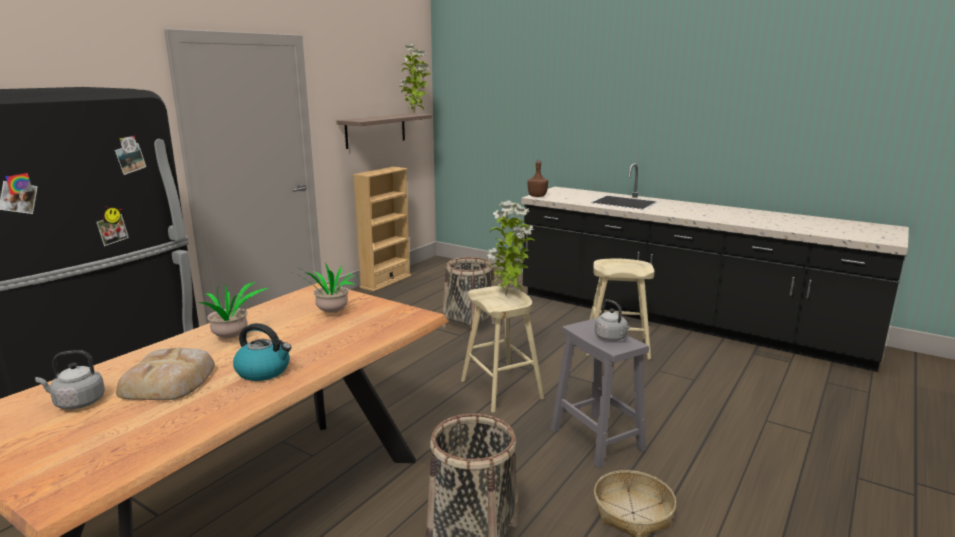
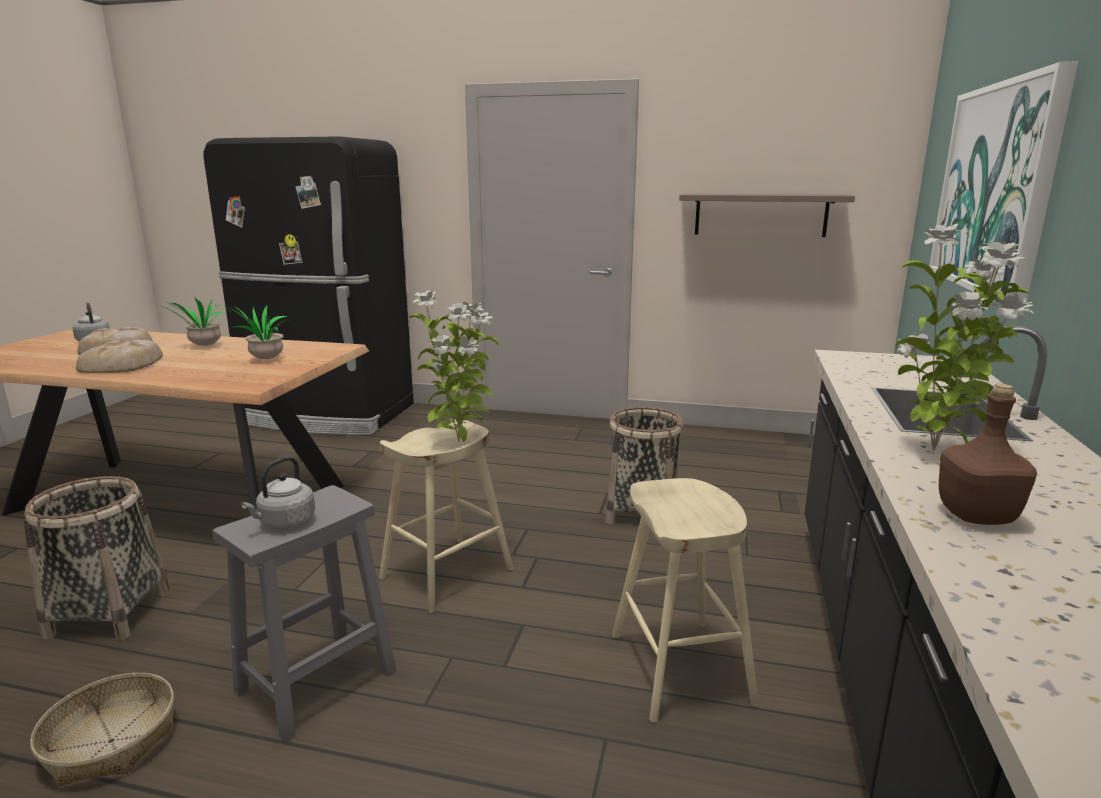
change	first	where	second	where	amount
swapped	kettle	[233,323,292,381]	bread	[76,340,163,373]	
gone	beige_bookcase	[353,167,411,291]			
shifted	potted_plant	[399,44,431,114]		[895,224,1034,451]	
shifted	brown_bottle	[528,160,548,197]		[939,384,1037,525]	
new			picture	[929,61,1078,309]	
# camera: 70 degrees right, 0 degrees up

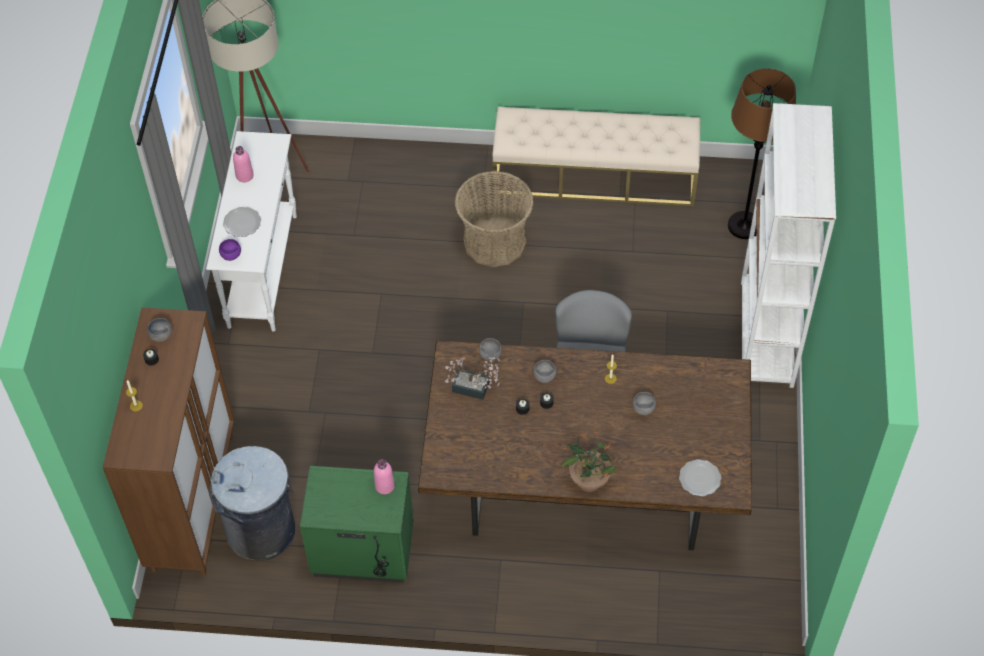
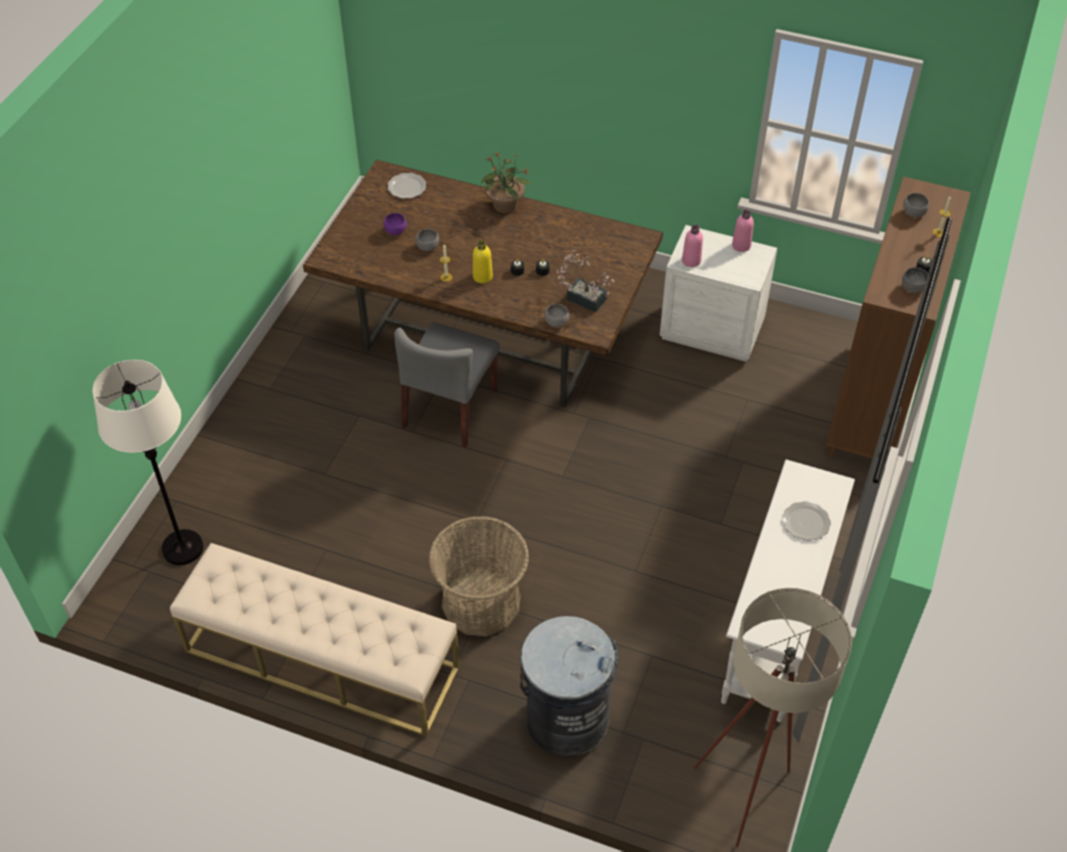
change	first	where	second	where	amount
shifted	grey_trash_can	[209,446,295,561]		[520,616,619,756]	
shifted	purple_bowl	[219,239,241,261]		[384,213,406,235]	
shifted	pink_bottle	[233,146,254,182]		[732,210,754,252]	
repainted	green_nightstand	[300,466,414,583]	white_nightstand	[659,225,777,362]	
shifted	grey_bowl	[533,360,556,383]		[903,193,929,217]	
repainted	brown_floor_lamp	[728,68,796,239]	white_floor_lamp	[92,360,203,565]	
gone	white_bookcase	[741,103,836,388]			
new			yellow_bottle	[473,240,493,283]	
# camera: 165 degrees left, 5 degrees down

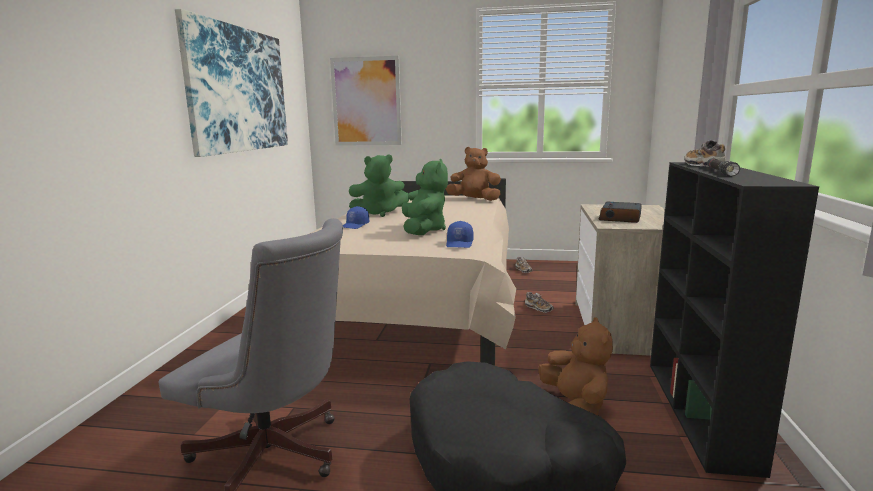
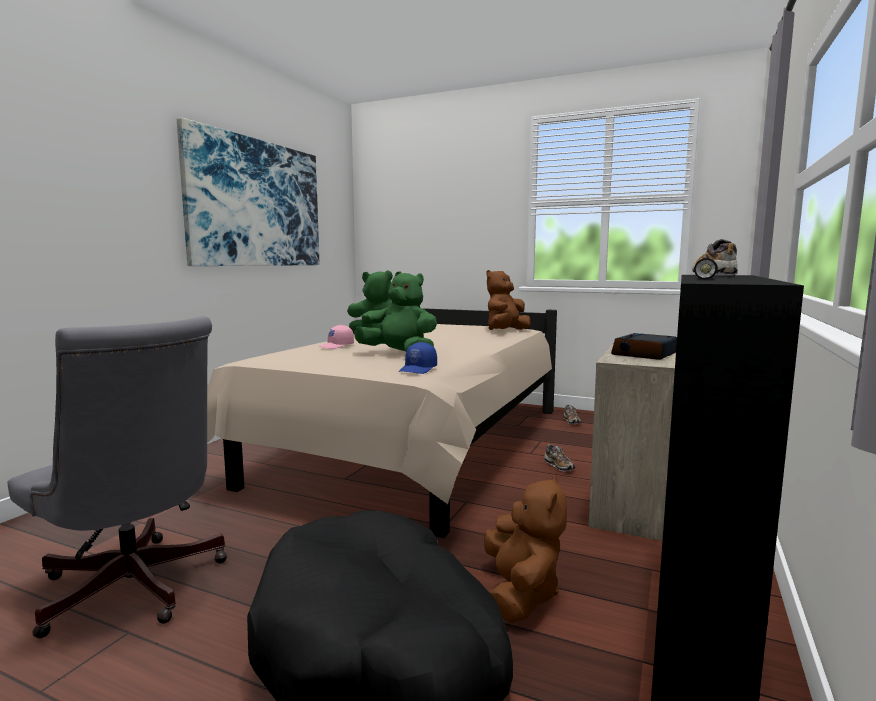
change	first	where	second	where	amount
gone	picture	[330,56,402,146]			
repainted	blue_cap	[343,206,369,229]	pink_cap	[318,325,354,349]	
rotated	green_plush_toy	[402,159,448,235]		[354,271,437,351]	75 degrees counterclockwise
rotated	brown_plush_toy	[446,147,501,201]		[486,270,531,330]	75 degrees counterclockwise
# camera: 15 degrees right, 5 degrees down

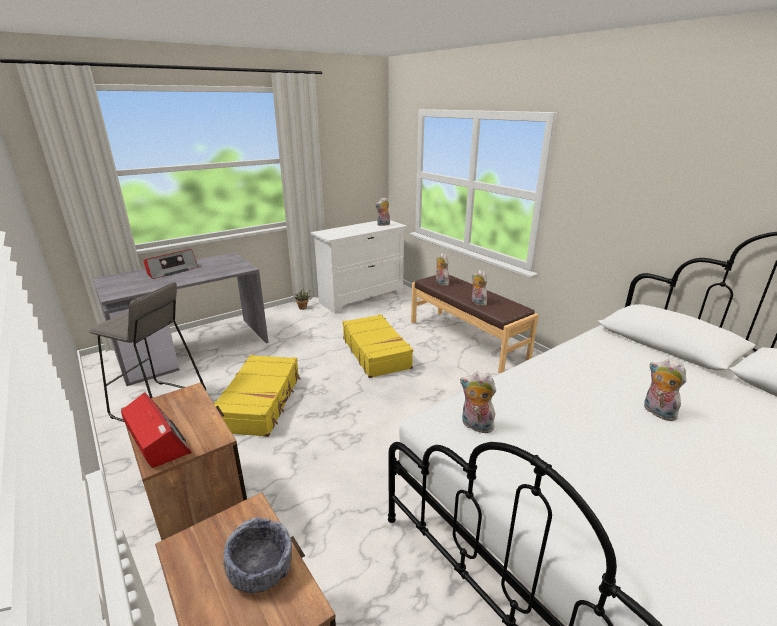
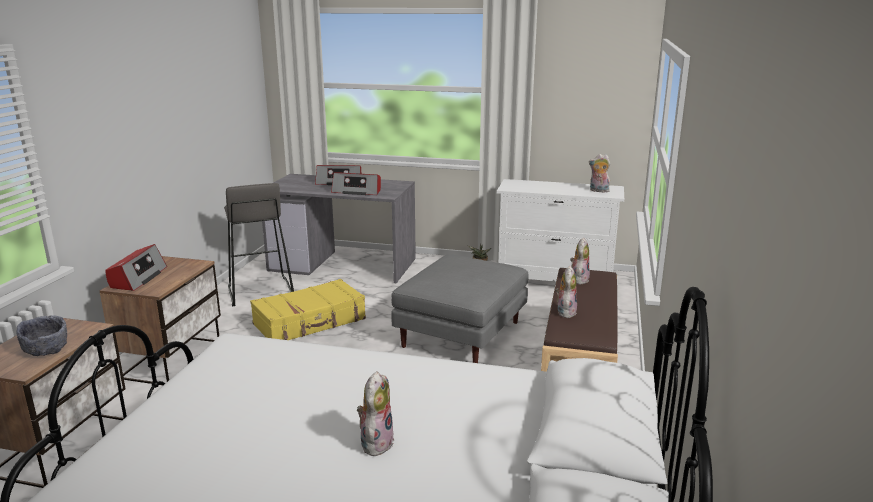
change	first	where	second	where	amount
swapped	yellow_suitcase	[342,314,413,378]	grey_ottoman	[391,254,528,363]	
gone	plush_toy	[460,371,497,433]			
new			radio	[331,172,381,195]	
# camera: 50 degrees right, 5 degrees down

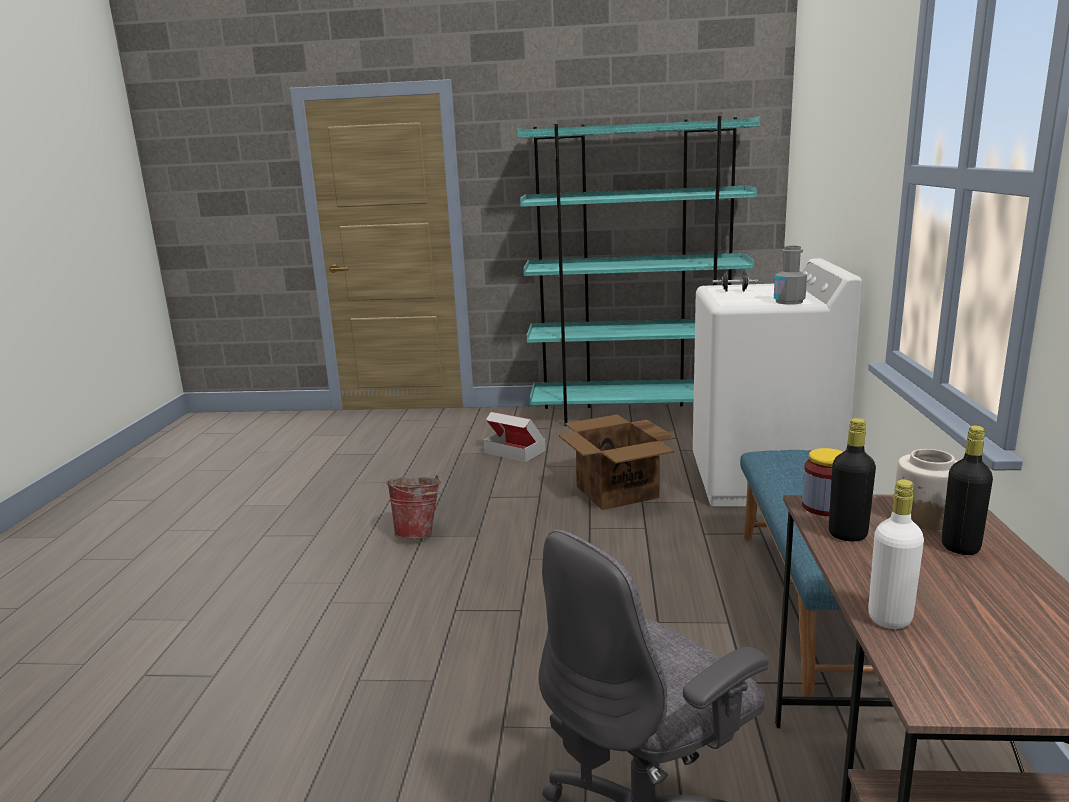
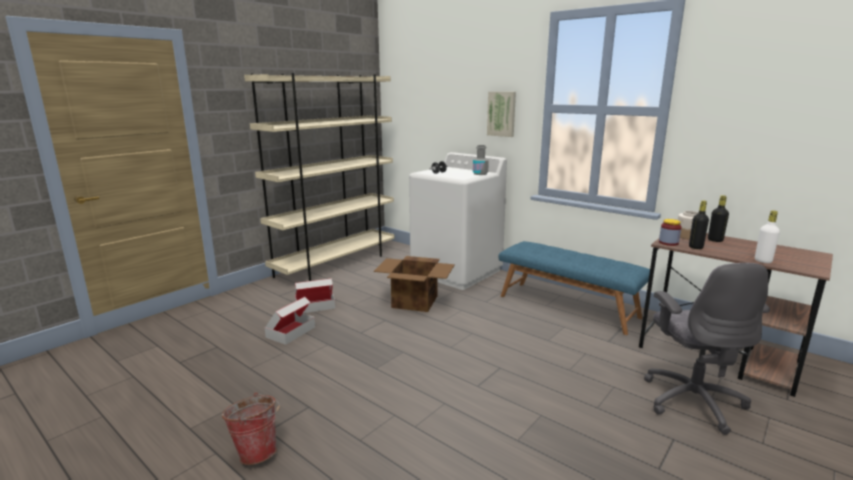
change	first	where	second	where	amount
shifted	bucket	[386,475,444,539]		[222,392,280,465]	
repainted	turquoise_bookcase	[517,116,760,426]	beige_bookcase	[244,73,395,281]	
new			cardboard_box	[265,297,315,345]	
new			picture	[487,92,516,137]	
# camera: 55 degrees left, 0 degrees up

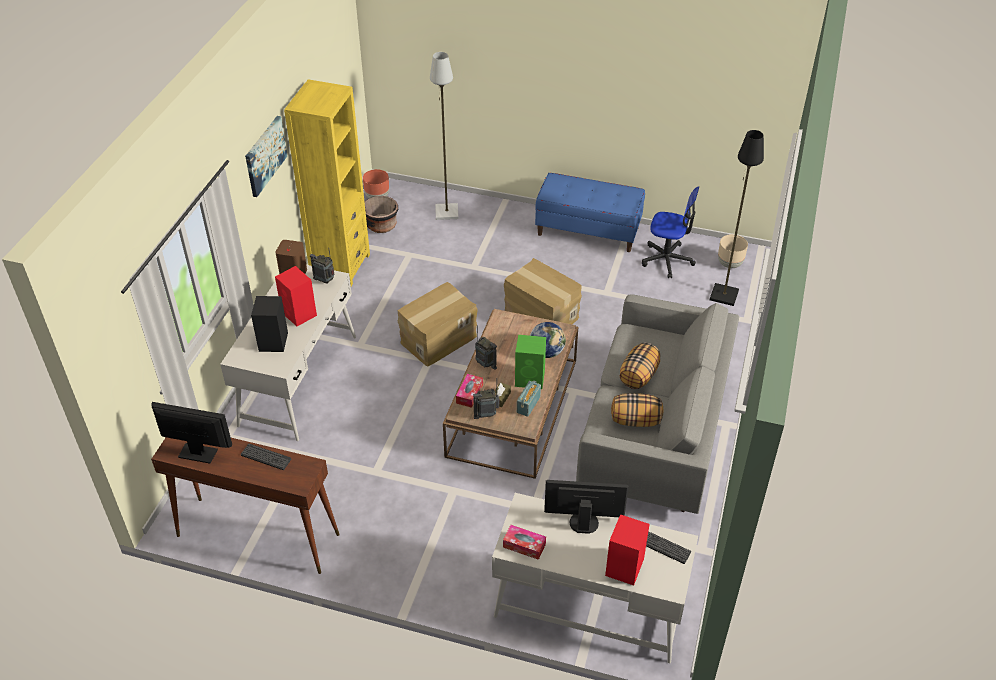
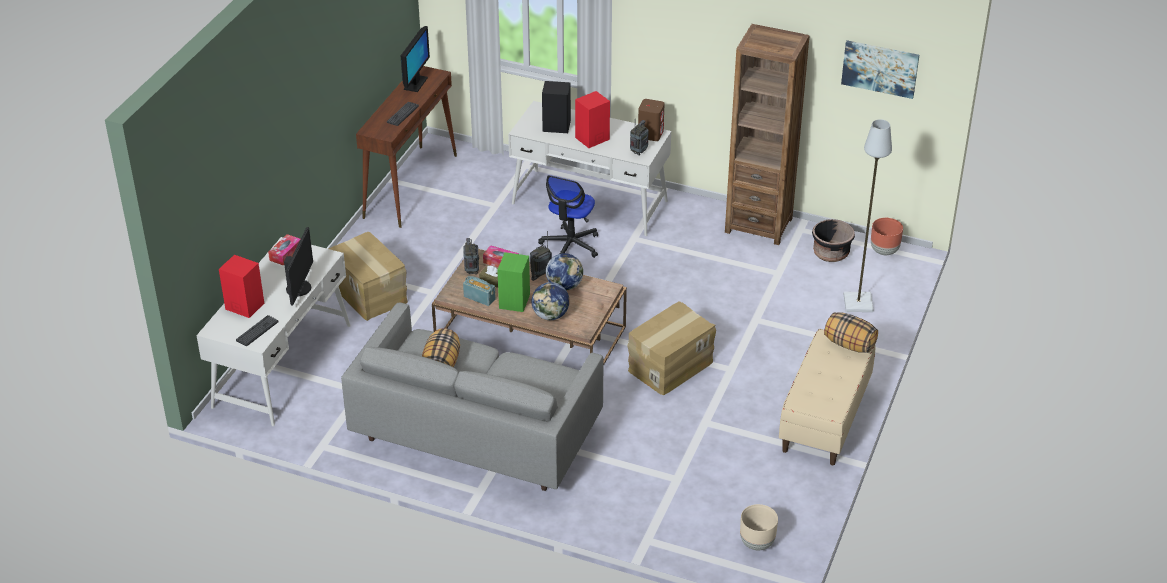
change	first	where	second	where	amount
shifted	picture	[245,116,287,197]		[841,40,919,99]	
repainted	yellow_bookcase	[284,79,370,286]	brown_bookcase	[725,24,810,245]	
shifted	cardboard_box	[397,282,478,366]		[329,232,408,321]	
repainted	blue_bench	[535,173,645,252]	beige_bench	[779,329,876,465]	
shifted	pillow	[620,343,660,389]		[824,312,878,353]	
shifted	office_chair	[642,186,699,278]		[538,175,598,258]	
gone	black_floor_lamp	[710,130,764,306]			
new			globe	[546,253,583,290]	
# camera: 95 degrees right, 5 degrees down

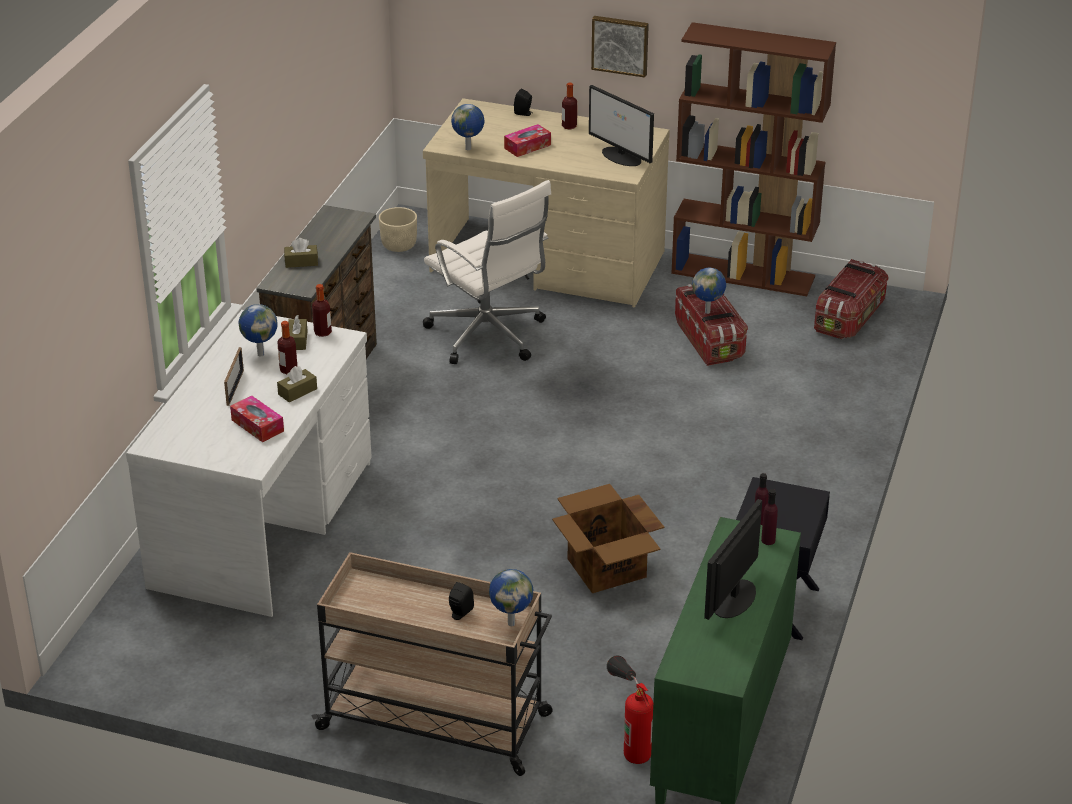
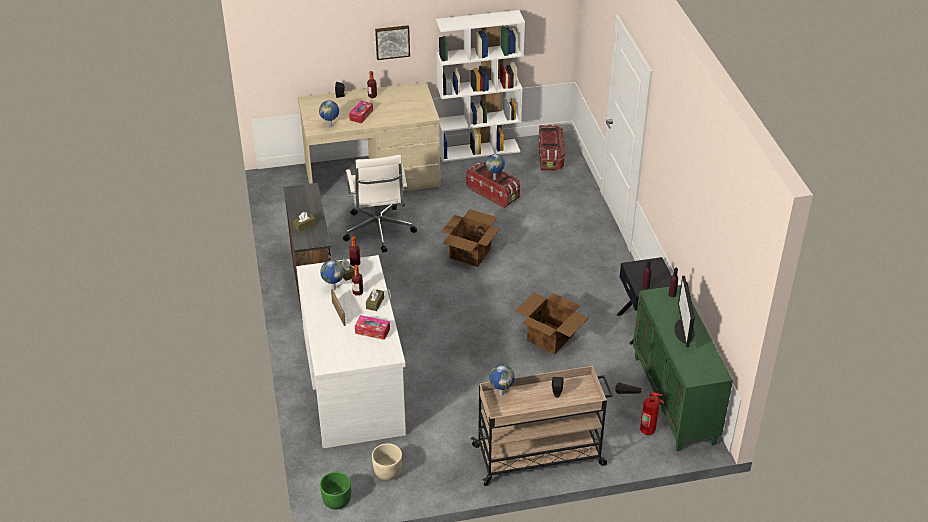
change	first	where	second	where	amount
shifted	beige_planter	[379,207,417,252]		[372,443,402,480]	
rotated	white_office_chair	[423,180,551,364]		[343,155,417,253]	60 degrees clockwise
shifted	globe	[489,569,533,626]		[489,364,515,396]	
gone	monitor	[589,85,654,166]			
repainted	brown_bookcase	[671,22,836,296]	white_bookcase	[436,10,525,162]	
new			green_planter	[320,472,351,510]	
new			cardboard_box	[441,209,500,267]	
# camera: 30 degrees left, 5 degrees up

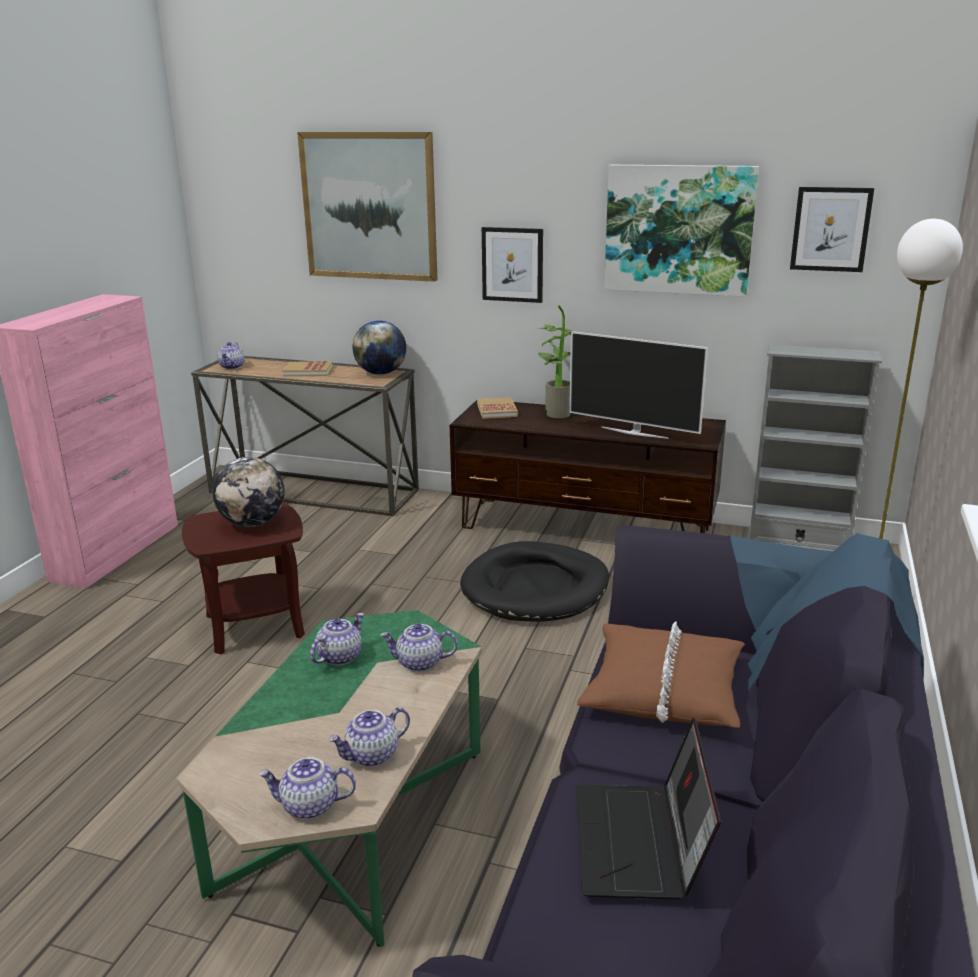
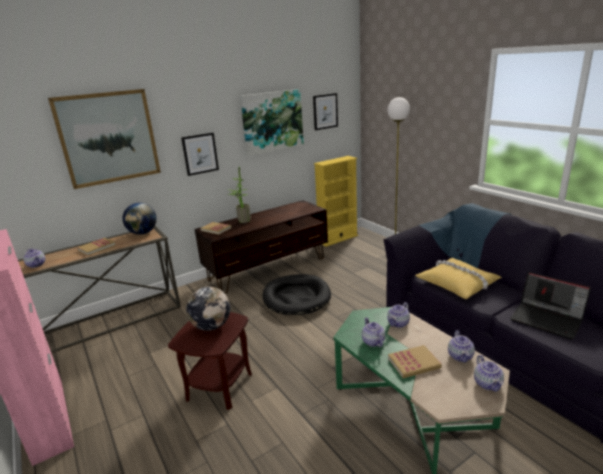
change	first	where	second	where	amount
rotated	teapot	[258,757,356,820]		[474,355,504,392]	45 degrees counterclockwise
gone	television	[569,331,708,439]			
repainted	brown_pillow	[577,622,745,728]	yellow_pillow	[415,258,502,299]	
repainted	grey_bookcase	[748,345,882,551]	yellow_bookcase	[314,156,358,247]	
new			book	[388,345,442,378]	
# camera: 50 degrees left, 0 degrees up

